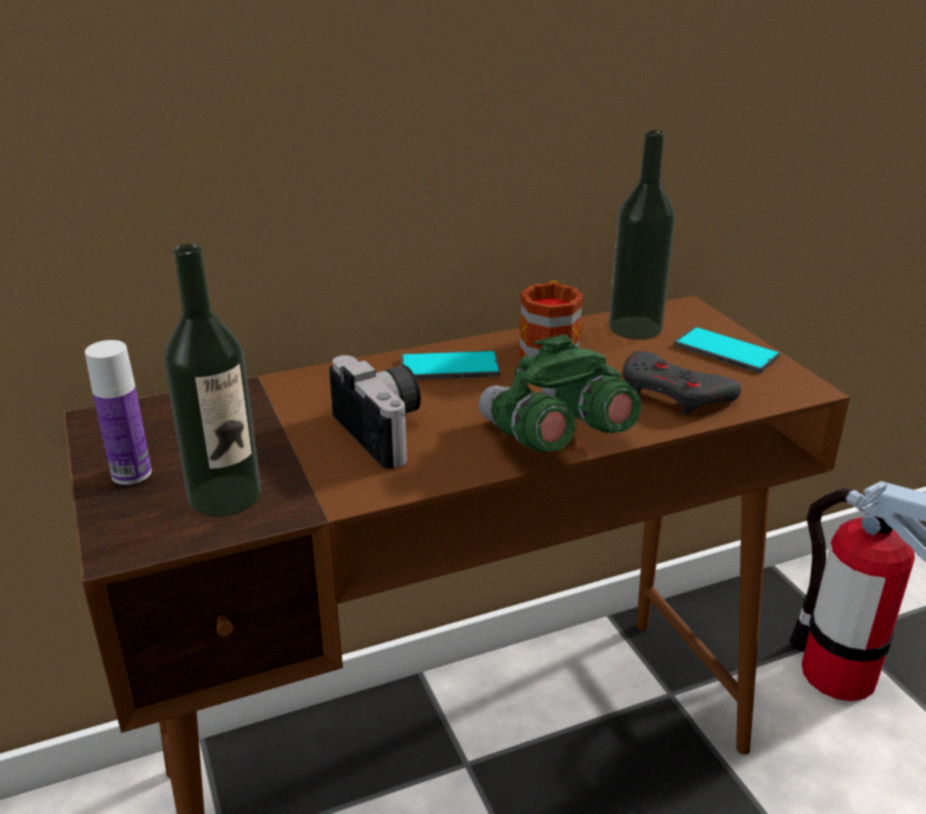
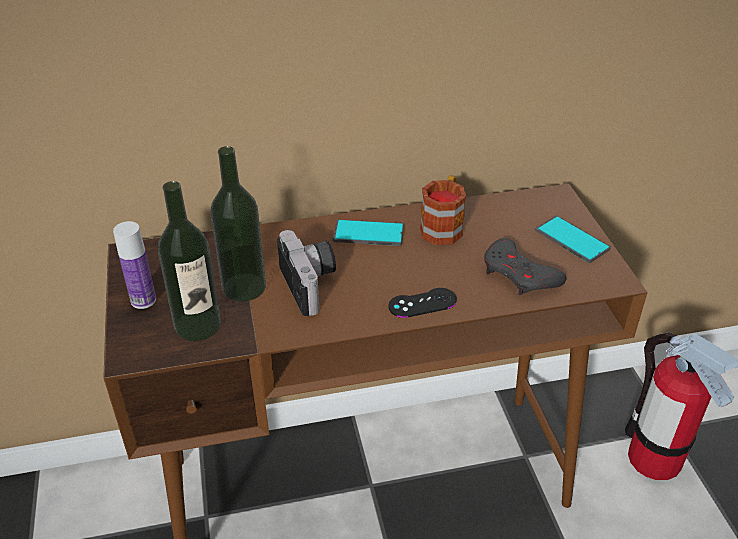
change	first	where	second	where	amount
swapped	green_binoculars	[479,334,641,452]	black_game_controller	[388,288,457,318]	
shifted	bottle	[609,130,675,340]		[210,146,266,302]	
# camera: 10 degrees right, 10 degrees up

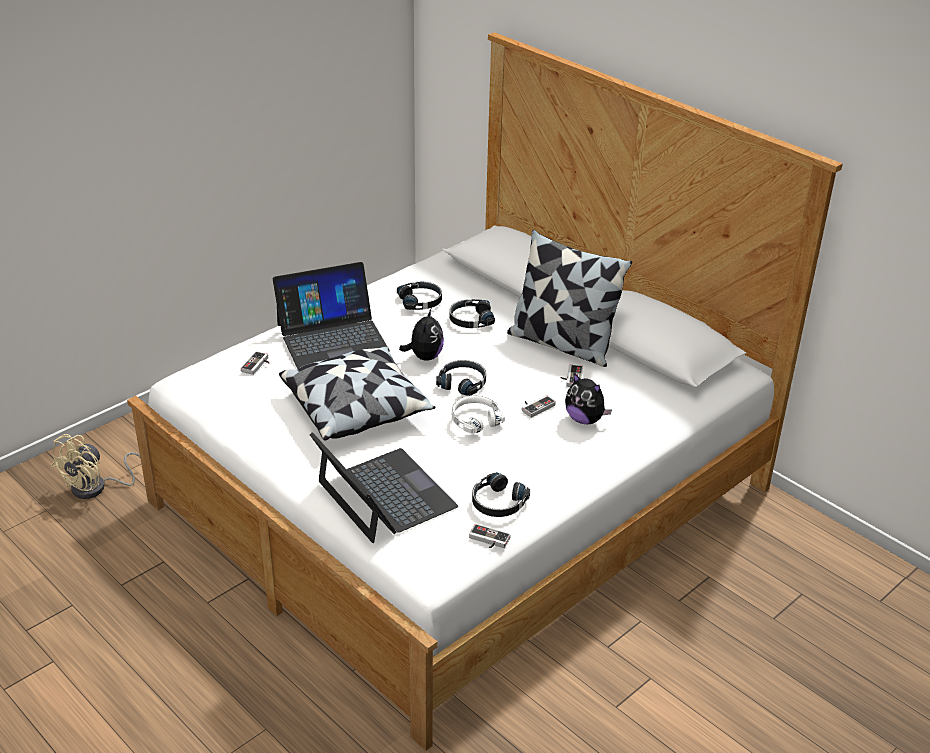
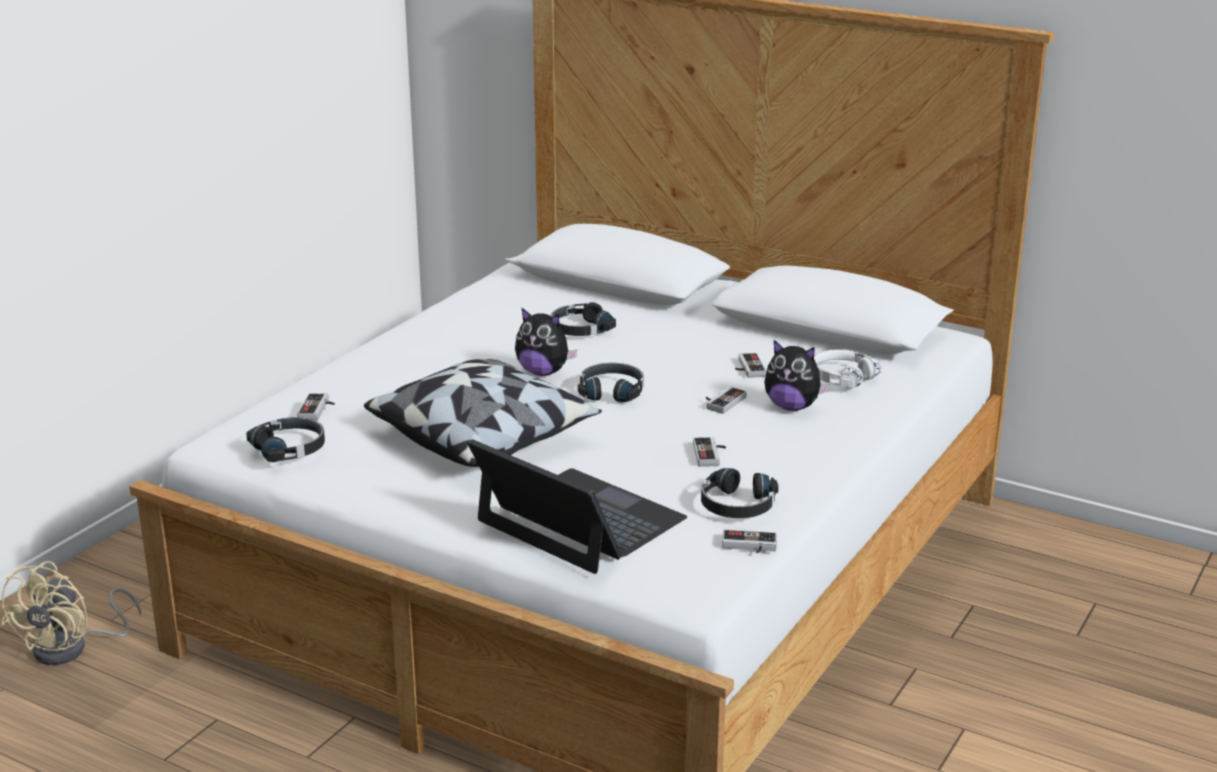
change	first	where	second	where	amount
gone	laptop	[273,262,390,369]			
shifted	black_headphones	[397,282,442,310]		[246,417,325,462]	
rotated	plush_toy	[399,309,444,361]		[515,307,577,376]	120 degrees clockwise
shifted	white_headphones	[452,395,505,434]		[814,349,882,388]	
gone	pillow	[507,230,632,367]			
new			game_controller	[693,437,726,467]	
# camera: 15 degrees left, 10 degrees down

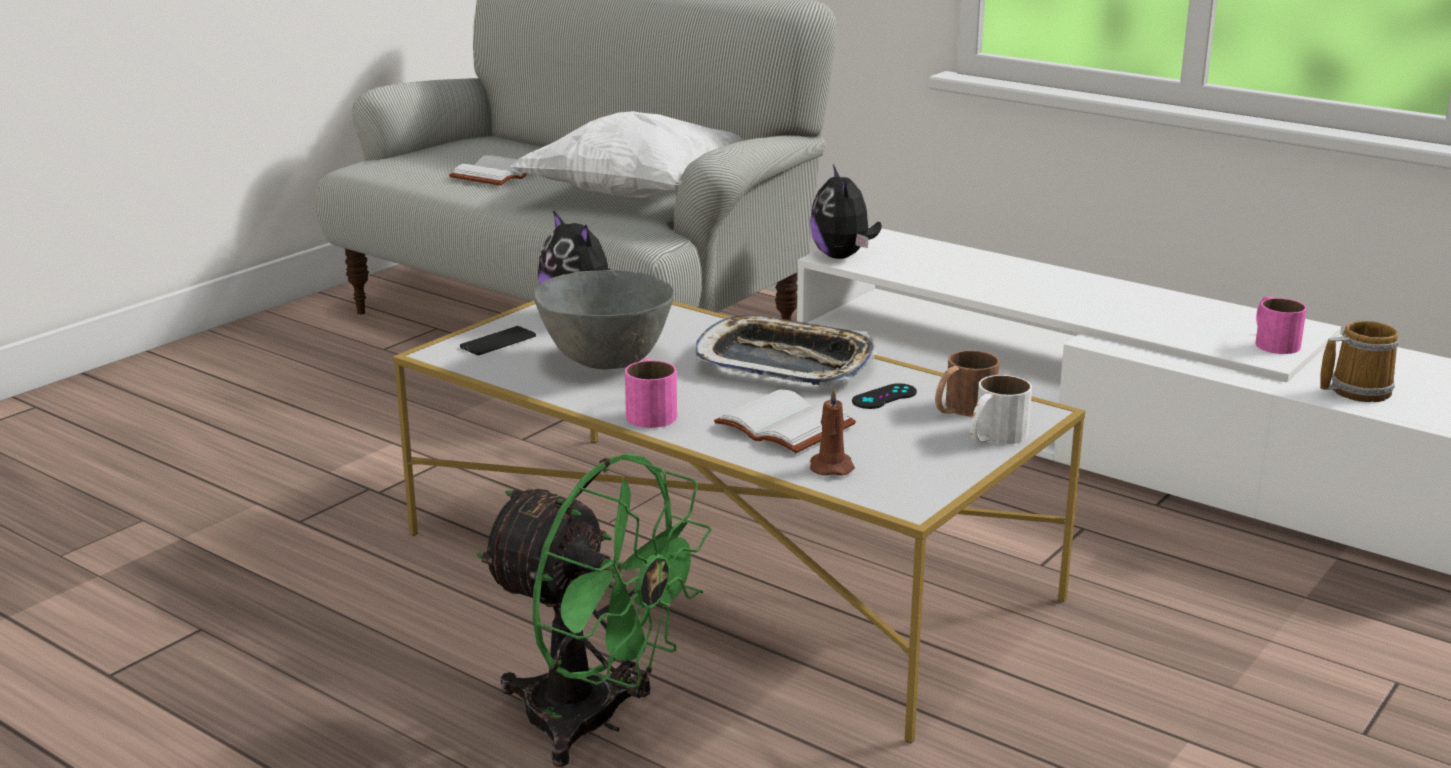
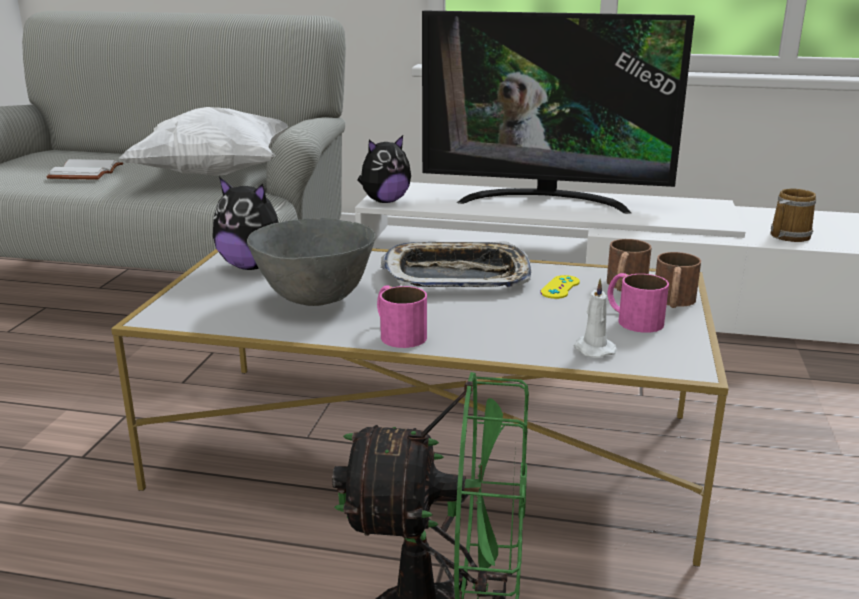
change	first	where	second	where	amount
gone	phone	[460,326,536,355]			
gone	white_book	[714,389,856,453]			
rotated	plush_toy	[810,165,882,259]		[357,135,411,203]	90 degrees counterclockwise
repainted	brown_candle	[810,386,855,476]	white_candle	[574,279,617,358]	
repainted	black_game_controller	[852,383,917,409]	yellow_game_controller	[540,275,580,299]	
repainted	white_mug	[970,375,1032,444]	brown_mug	[655,252,701,308]	
shifted	pink_mug	[1255,296,1307,354]		[607,273,669,333]	
new			television	[422,11,695,214]	
# camera: 25 degrees left, 0 degrees up

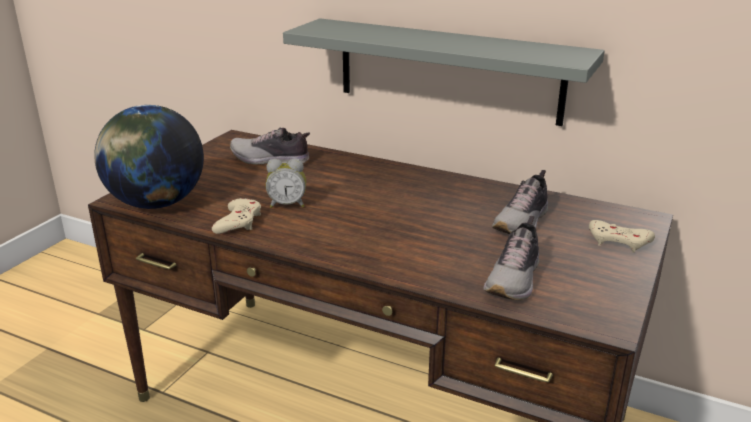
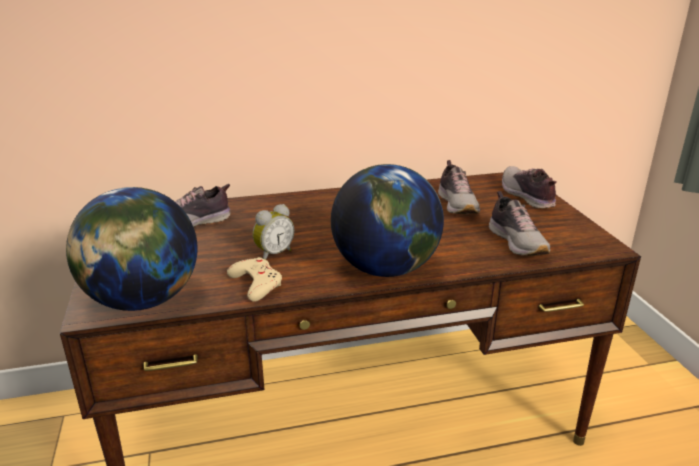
change	first	where	second	where	amount
gone	grey_shelf	[283,18,605,126]			
swapped	beige_game_controller	[589,220,655,253]	shoe	[502,166,557,209]	
new			globe	[331,164,444,277]	
# camera: 40 degrees left, 0 degrees up

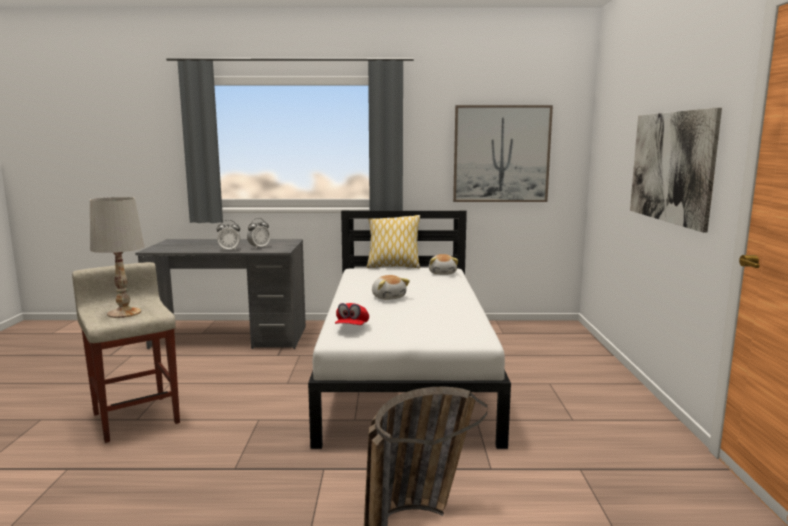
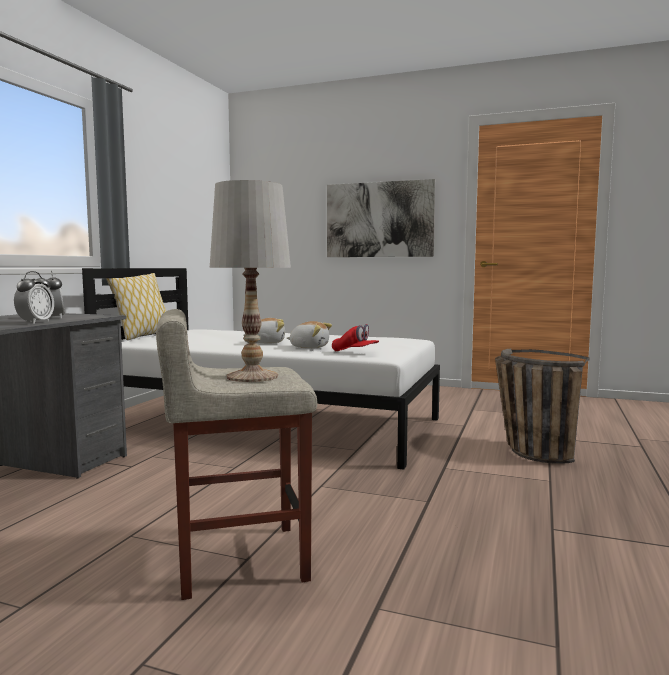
change	first	where	second	where	amount
shifted	plush_toy	[429,254,458,275]		[287,321,332,349]	
gone	picture	[453,105,553,202]			
# camera: 70 degrees left, 5 degrees down

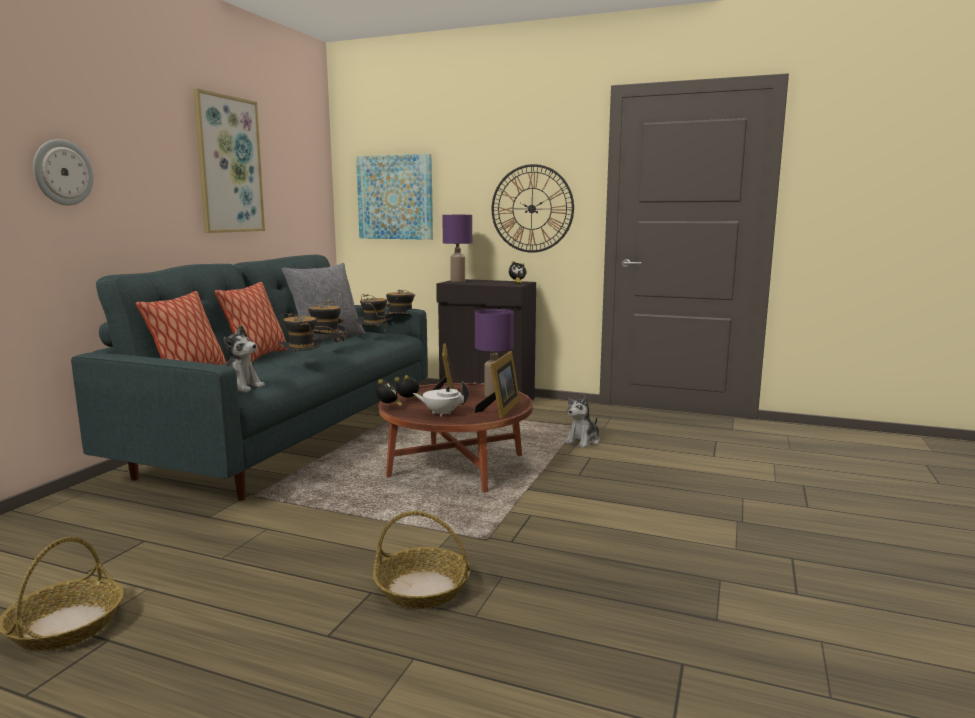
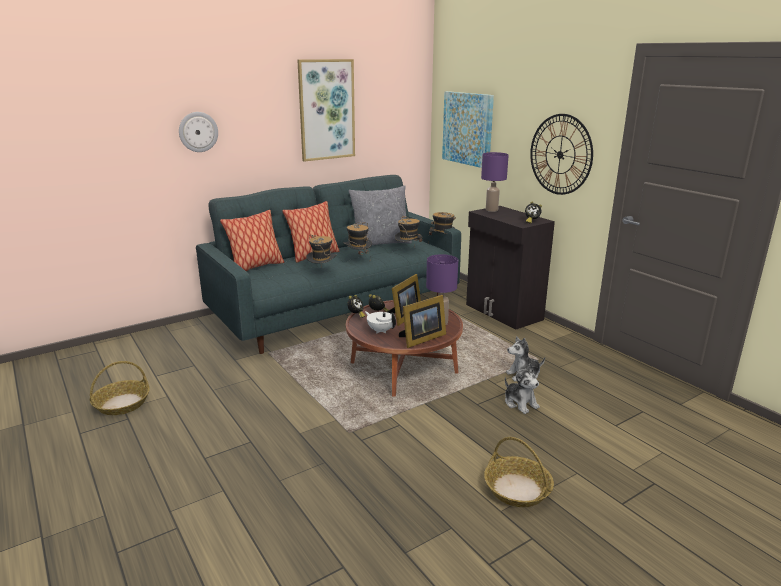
change	first	where	second	where	amount
shifted	plush_toy	[211,325,265,392]		[505,364,540,414]	
shifted	basket	[373,511,470,609]		[484,437,554,507]	
# camera: 35 degrees right, 10 degrees up

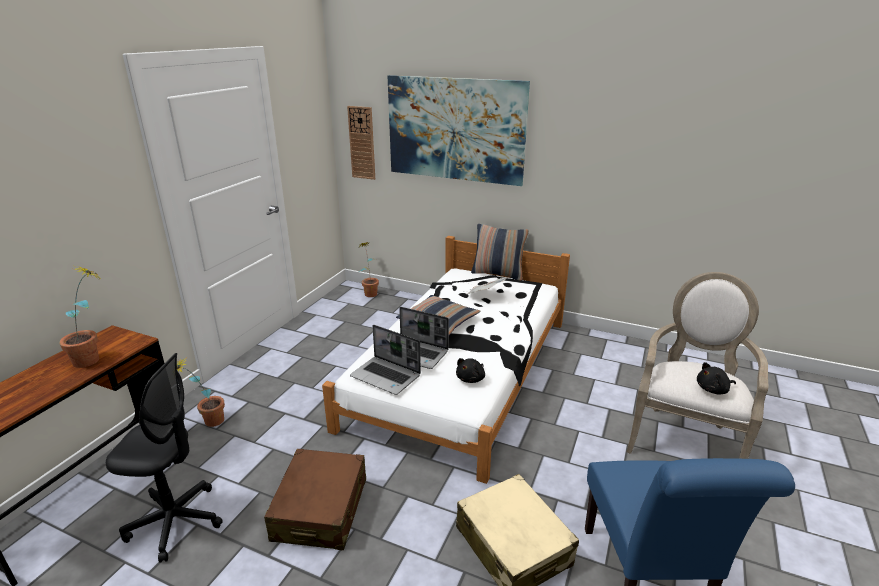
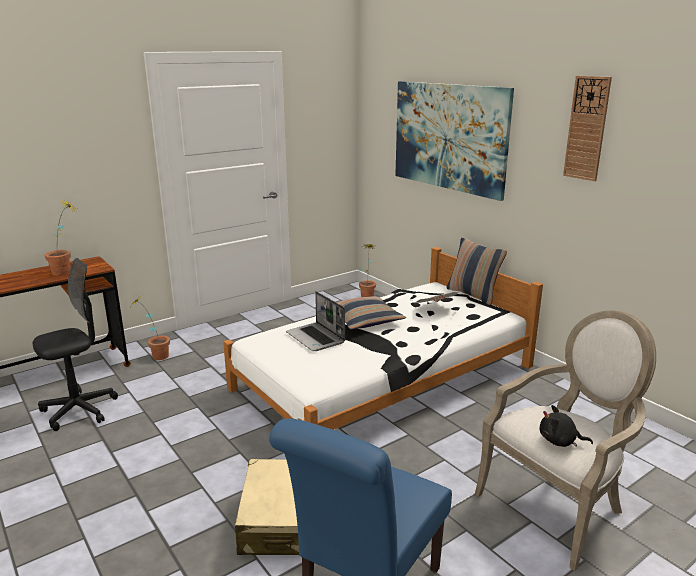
change	first	where	second	where	amount
rotated	black_office_chair	[106,353,223,563]		[32,258,118,431]	75 degrees counterclockwise
gone	brown_suitcase	[264,449,366,550]			
shifted	wall_clock	[347,106,375,180]		[563,76,612,181]	
gone	laptop	[350,325,421,395]			
gone	black_plush_toy	[456,358,485,383]			
# camera: 30 degrees right, 5 degrees down

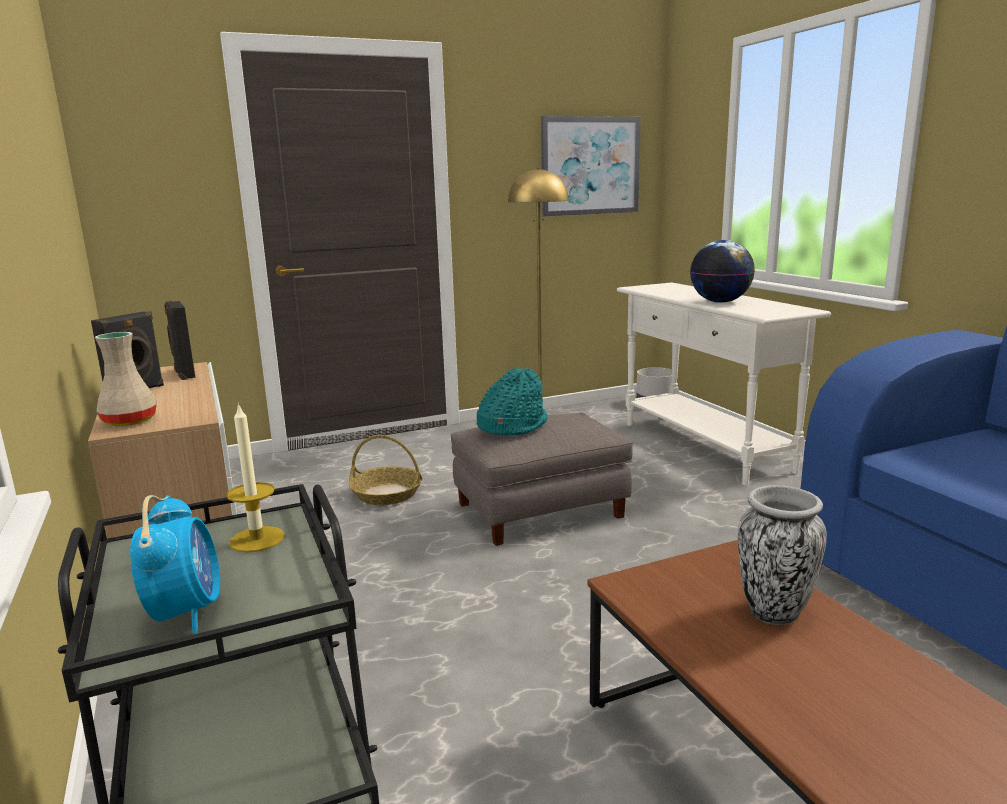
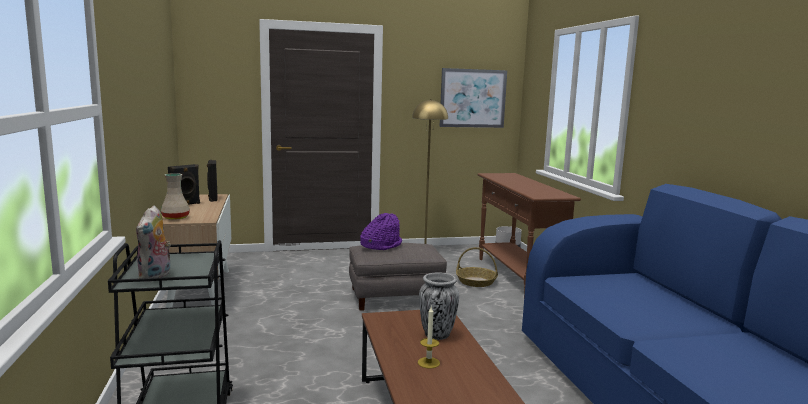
change	first	where	second	where	amount
swapped	alarm_clock	[130,495,220,634]	plush_toy	[136,206,171,282]	
shifted	candle	[226,402,285,552]		[418,307,440,369]	
shifted	basket	[349,435,423,505]		[456,247,498,287]	
repainted	turquoise_hat	[477,368,547,435]	purple_hat	[360,213,402,250]	
repainted	white_console_table	[617,282,831,486]	brown_console_table	[477,173,581,296]	
gone	globe	[690,240,755,303]			
# camera: 10 degrees right, 5 degrees down

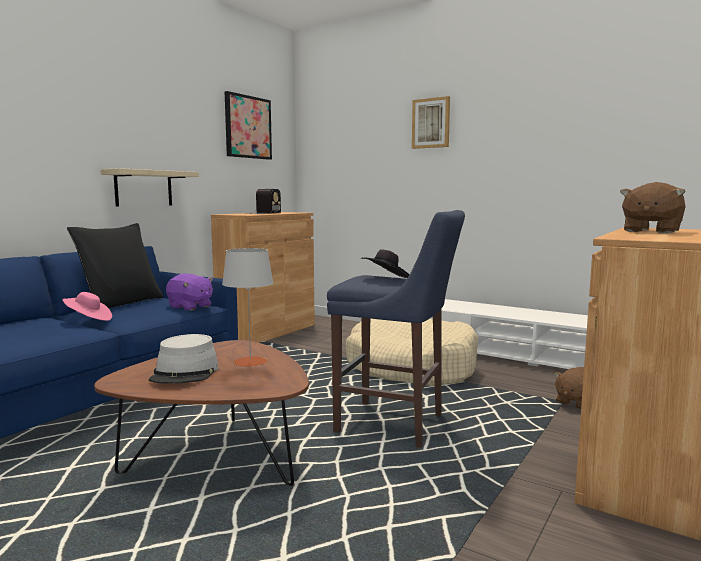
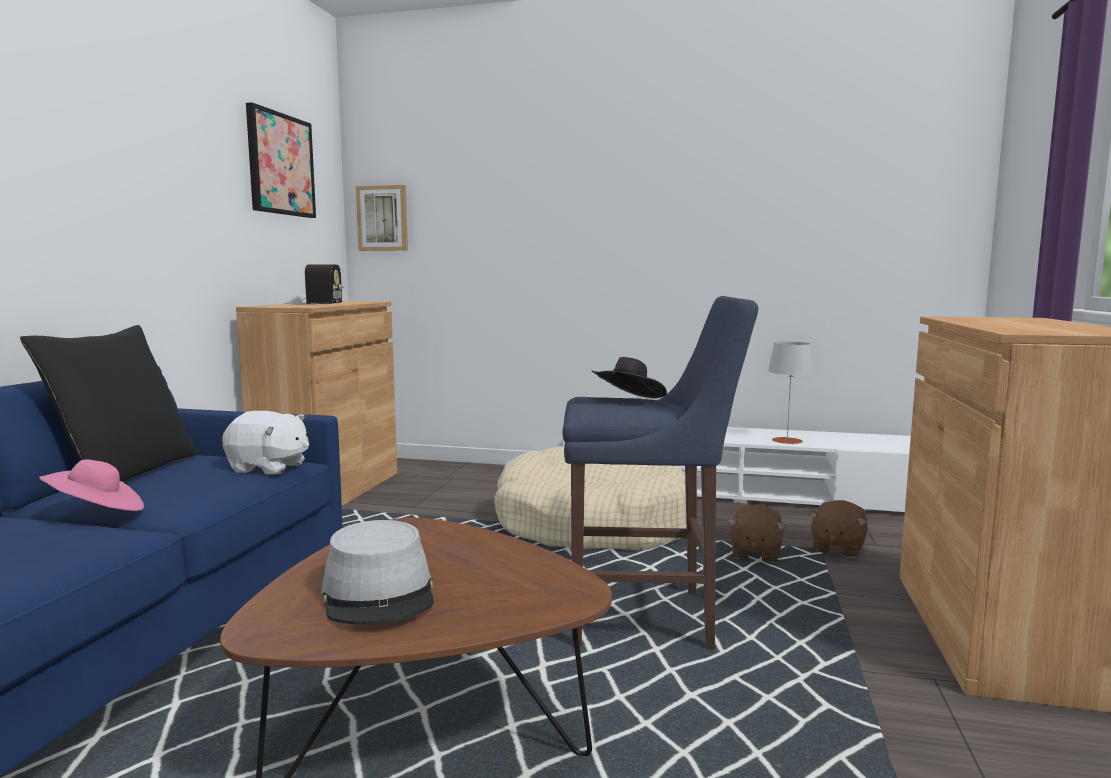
change	first	where	second	where	amount
gone	beige_shelf	[101,168,199,206]			
repainted	purple_plush_toy	[166,274,213,311]	white_plush_toy	[222,411,309,475]	
shifted	grey_table_lamp	[222,248,274,367]		[768,342,814,444]	
shifted	picture	[412,96,450,149]		[356,185,408,251]	
shifted	brown_plush_toy	[620,182,686,233]		[727,504,786,563]	
# camera: 20 degrees left, 0 degrees up

